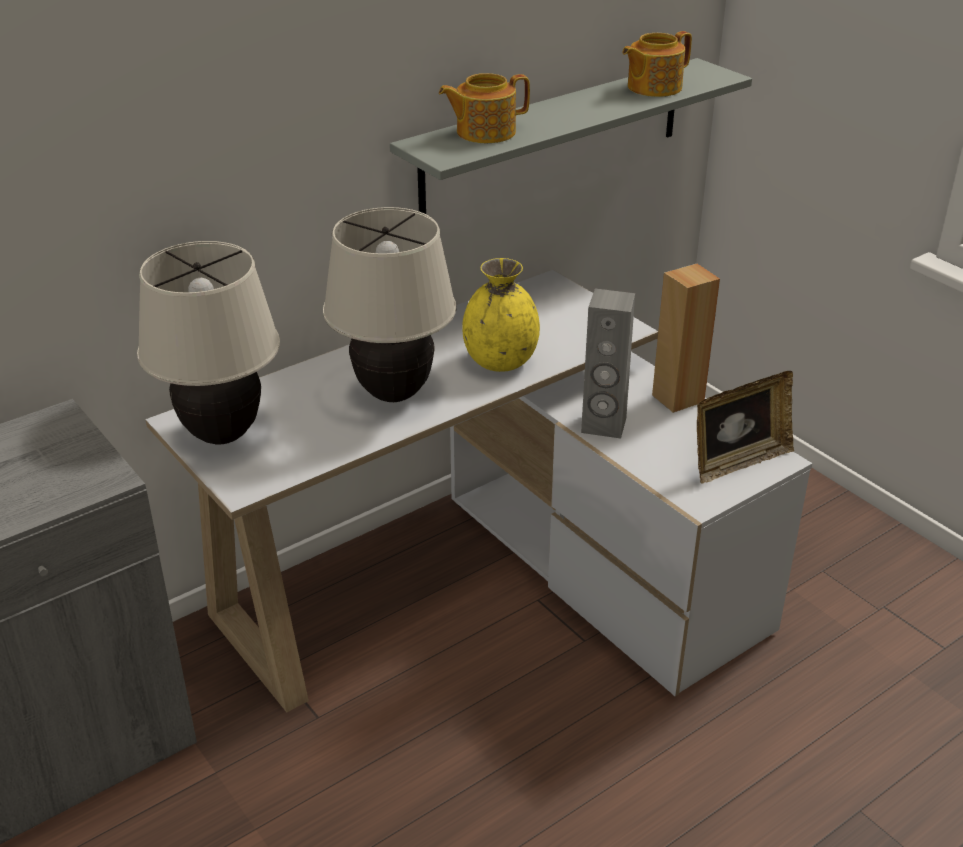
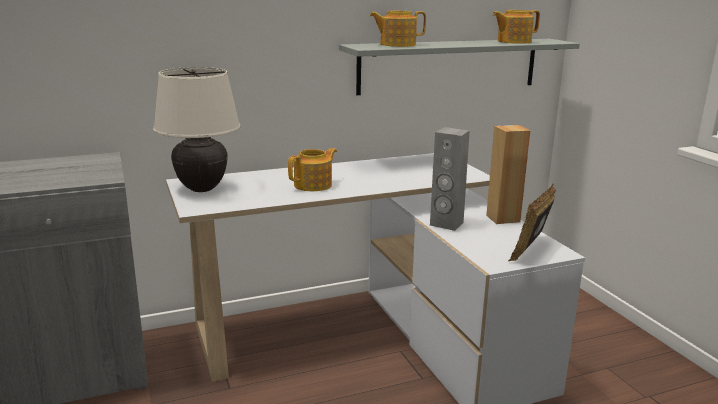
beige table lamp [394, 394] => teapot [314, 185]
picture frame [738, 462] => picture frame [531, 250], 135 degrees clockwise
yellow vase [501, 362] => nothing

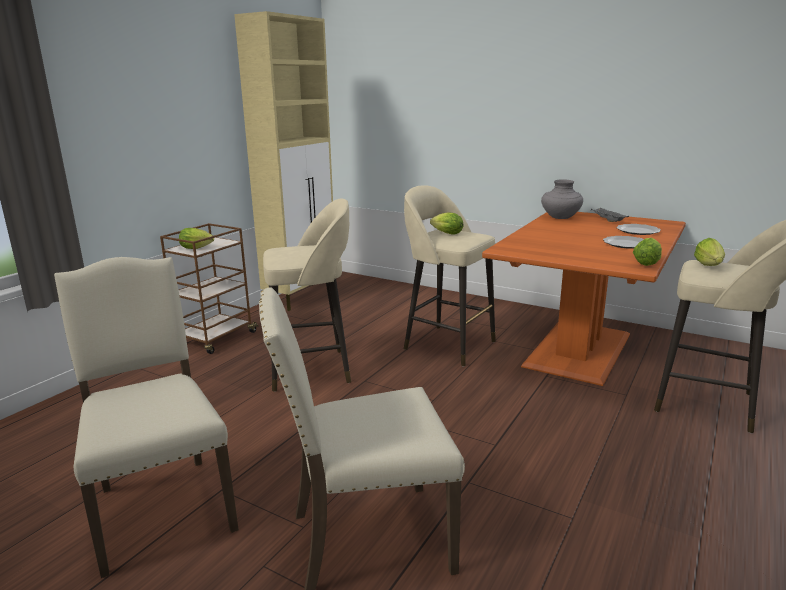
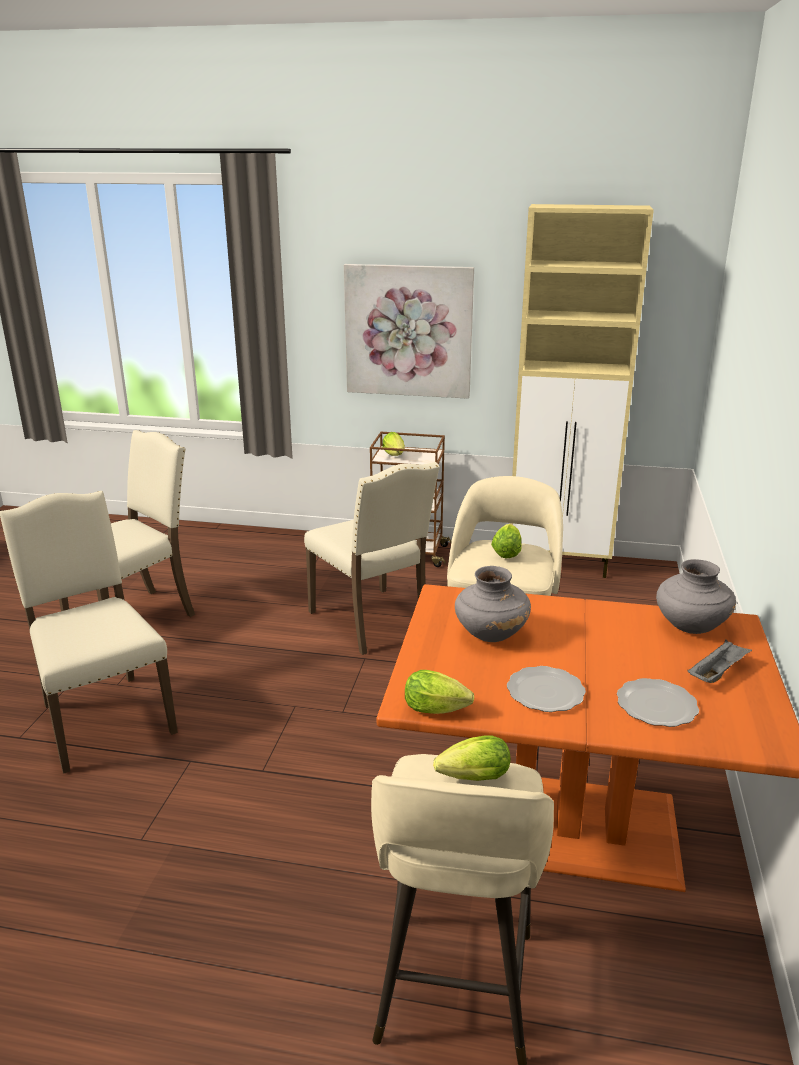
beige stool [312, 370] => beige chair [372, 622]
nothing => picture [408, 331]
nothing => grey vase [490, 634]

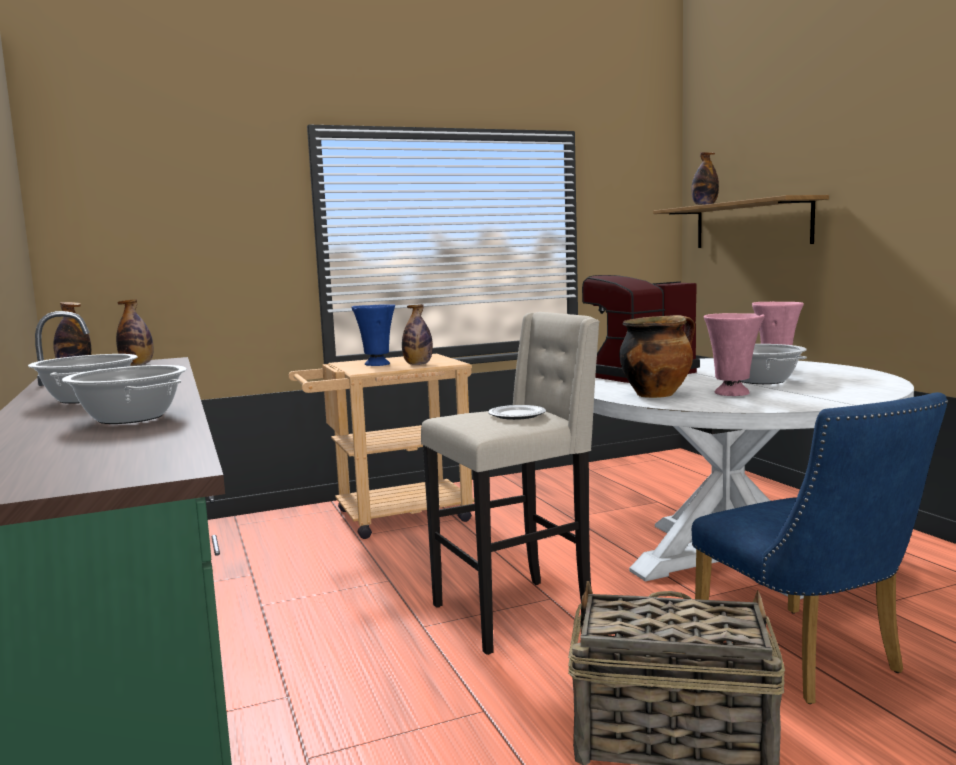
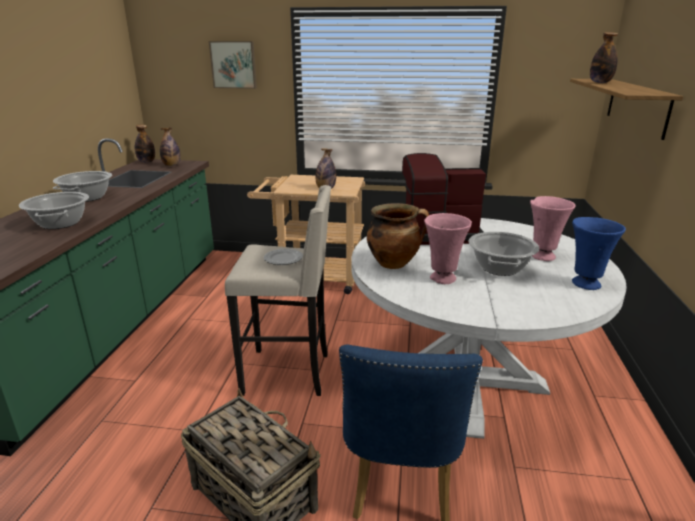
nothing => picture [234, 64]
blue vase [376, 364] => blue vase [585, 283], moved

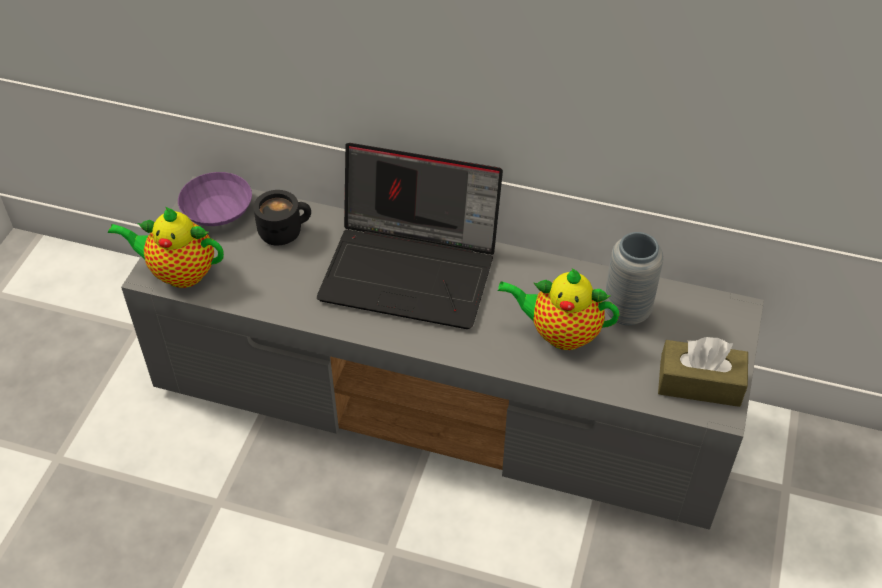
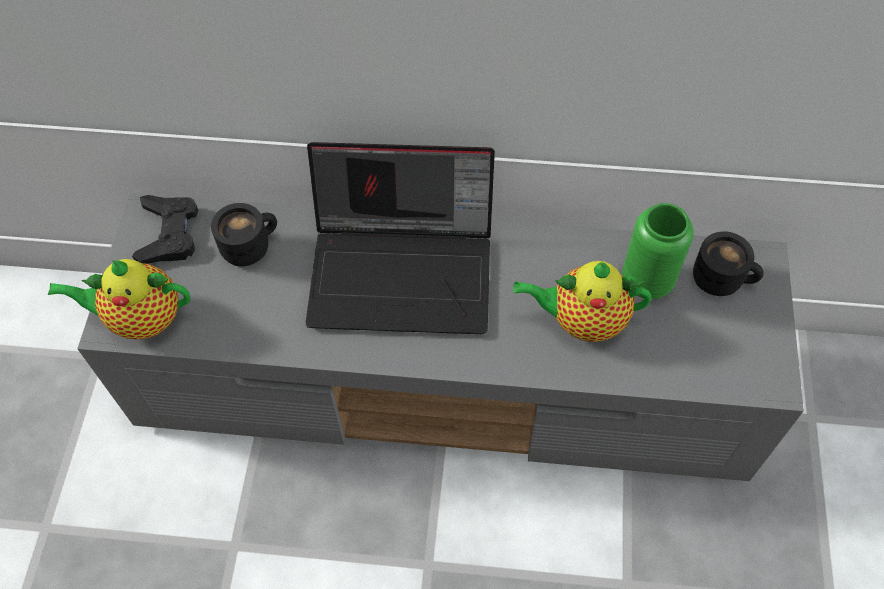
purple bowl [218, 211] => black game controller [169, 233]
grey vase [626, 311] => green vase [647, 281]
nothing => black mug [721, 278]
brown tissue box [699, 383] => nothing

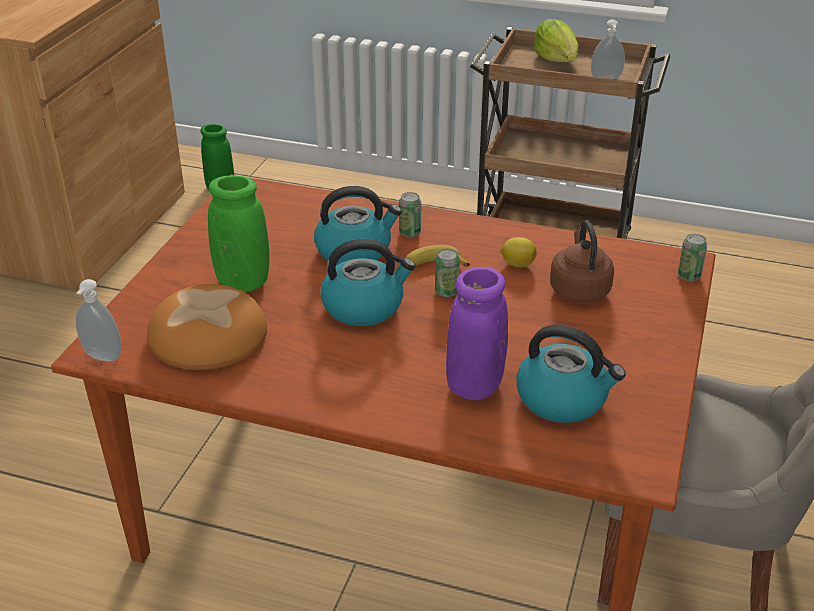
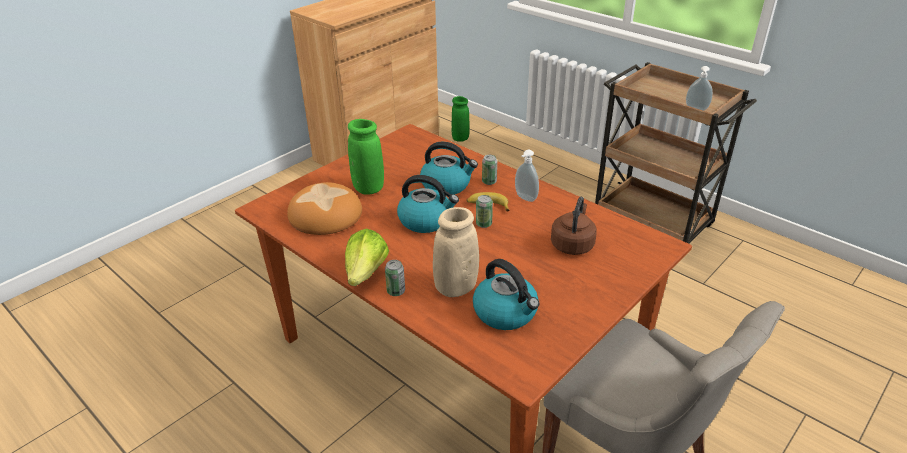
lettuce [557, 60] => lettuce [366, 272], moved
can [689, 276] => can [396, 291], moved
purple vase [474, 385] => beige vase [456, 287]
soap dispenser [101, 357] => soap dispenser [524, 198], moved
lemon [517, 264] => nothing

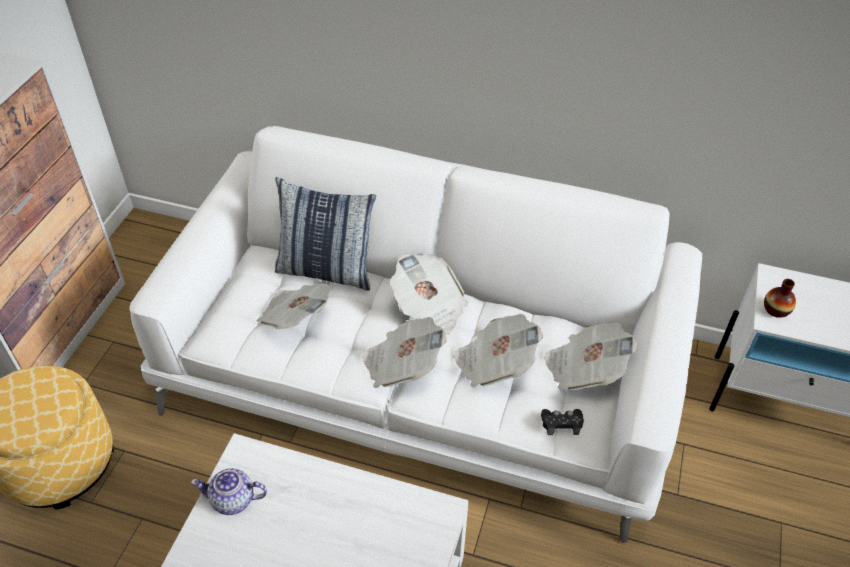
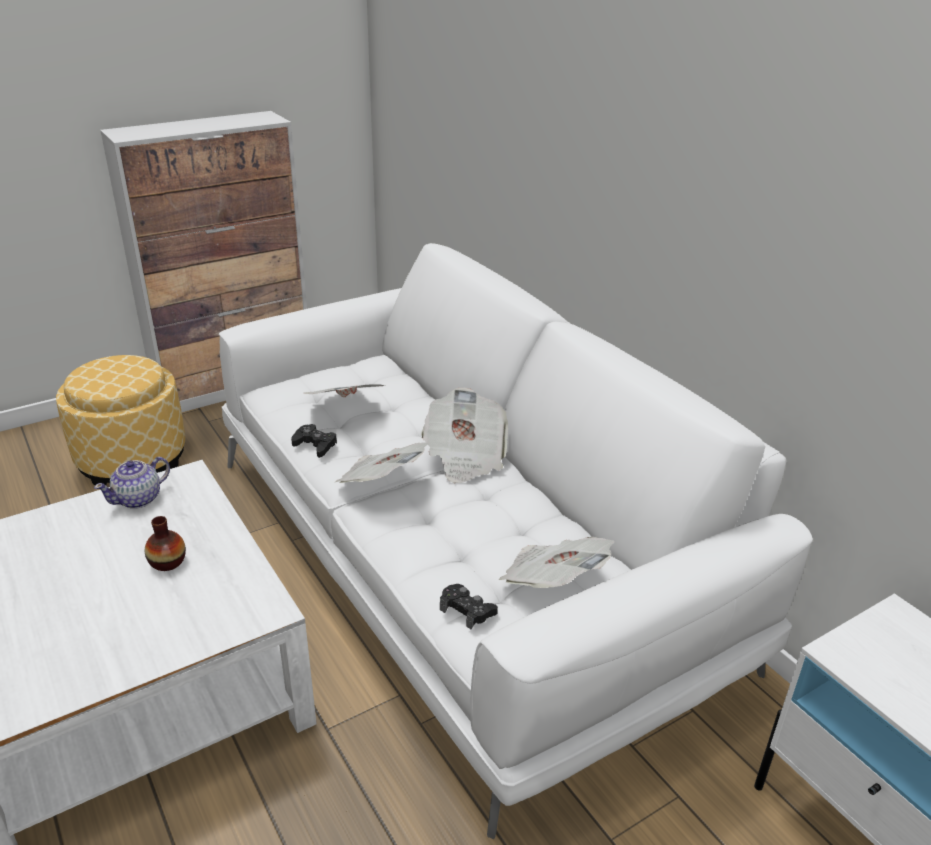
teapot [233, 500] => teapot [139, 499], 90 degrees counterclockwise
vase [776, 310] => vase [167, 562], moved
nothing => black game controller [315, 445]
pillow [326, 271] => nothing
newspaper [494, 363] => nothing

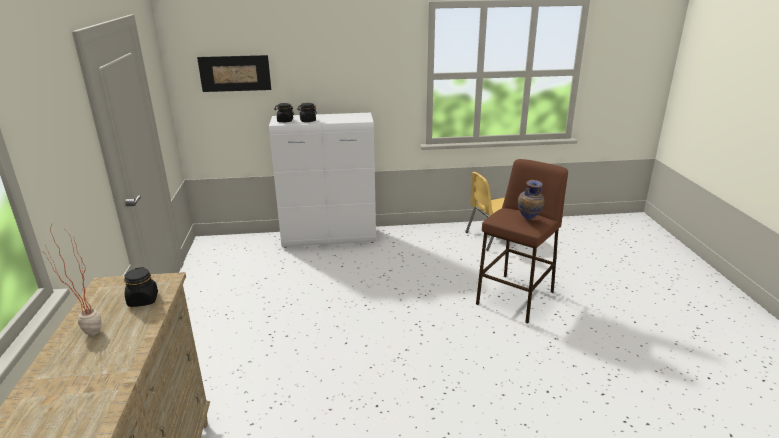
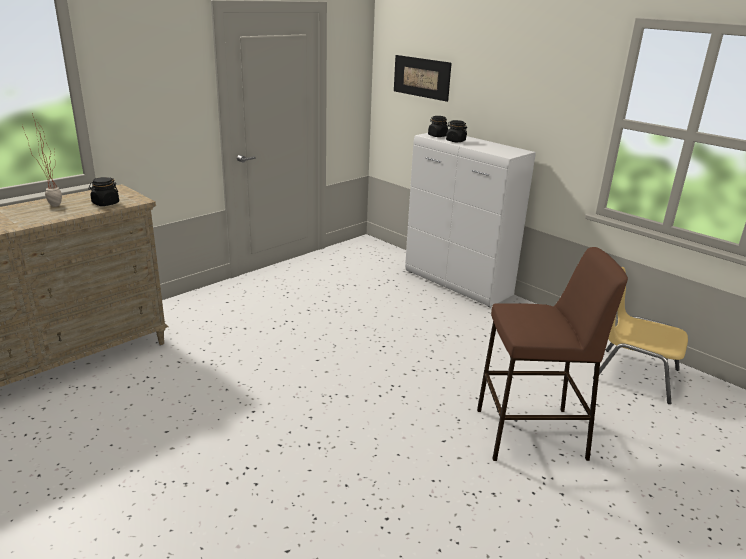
vase [528, 220] => nothing

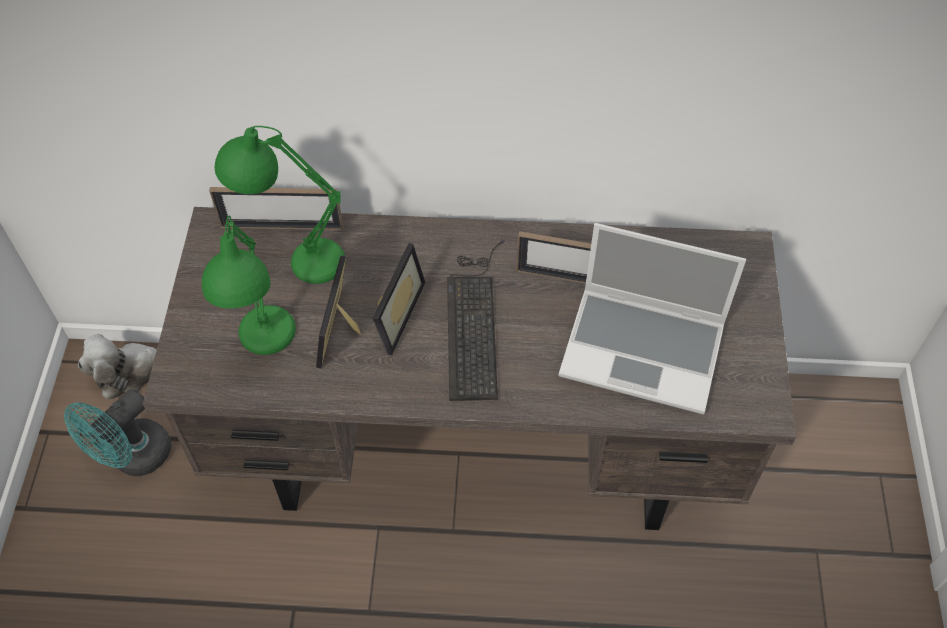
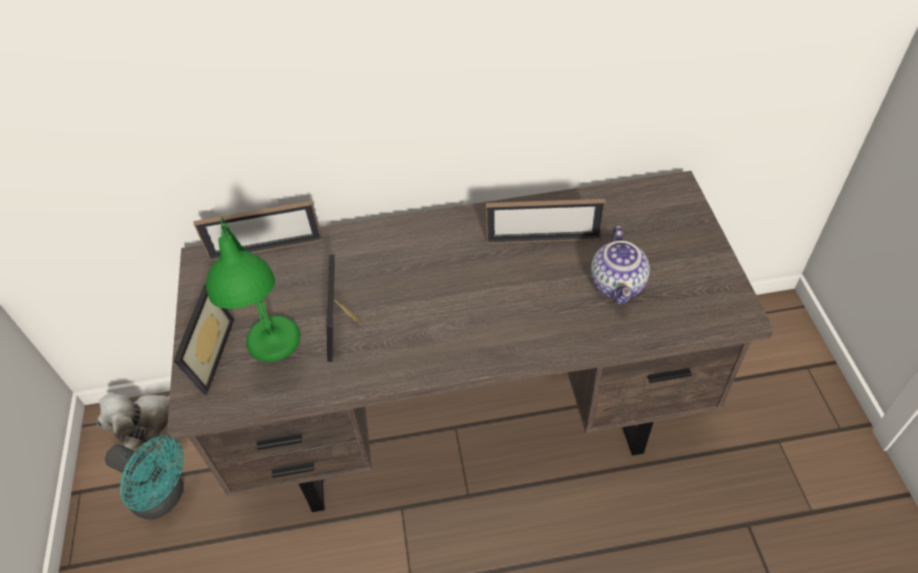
turquoise fan [134, 458] => turquoise fan [164, 497], 90 degrees counterclockwise
picture frame [392, 313] => picture frame [205, 355], moved
laptop [644, 350] => teapot [618, 285]
green table lamp [294, 261] => nothing
keyboard [473, 321] => nothing

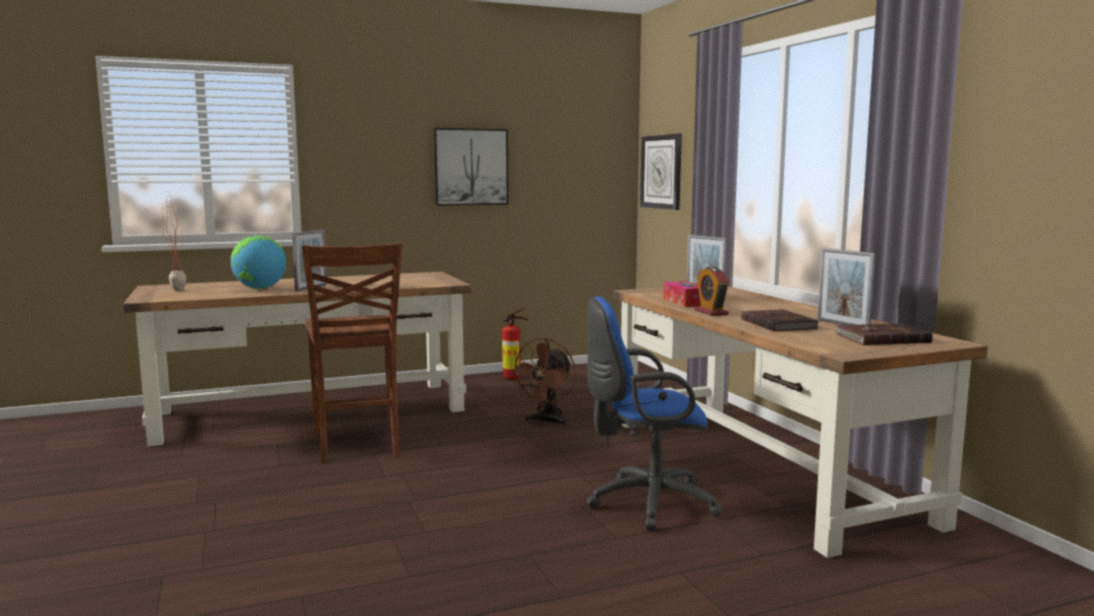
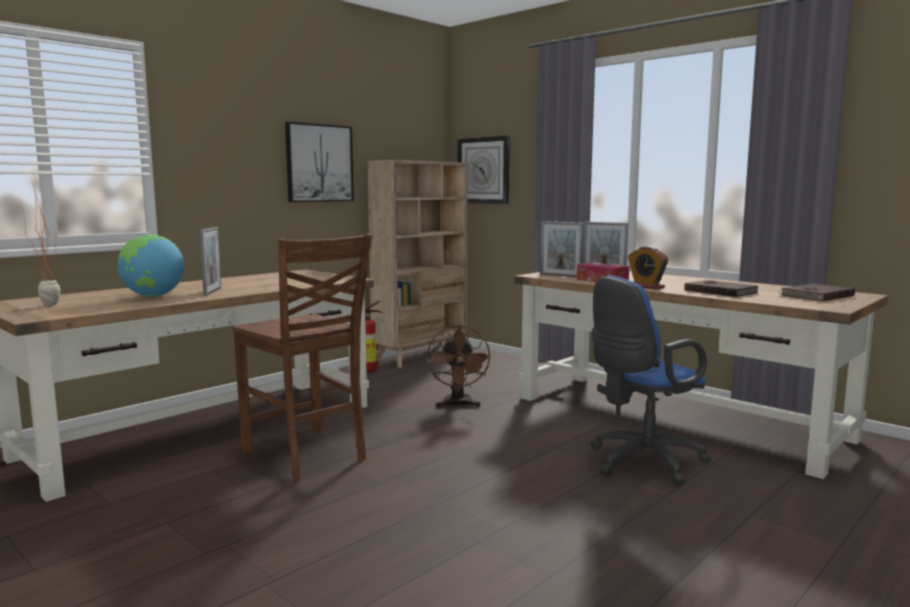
nothing => beige bookcase [421, 355]
picture frame [842, 324] => picture frame [560, 276], moved

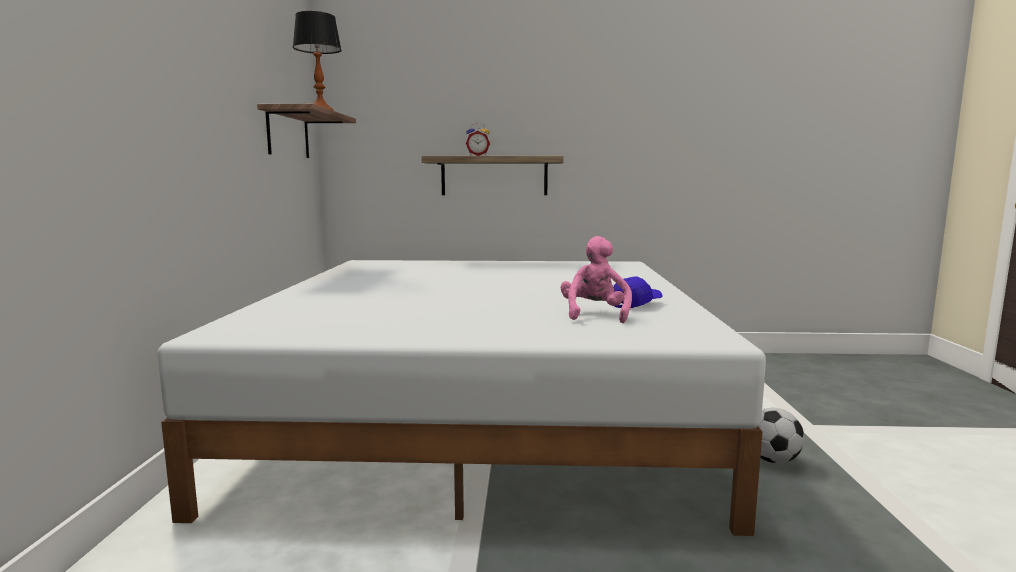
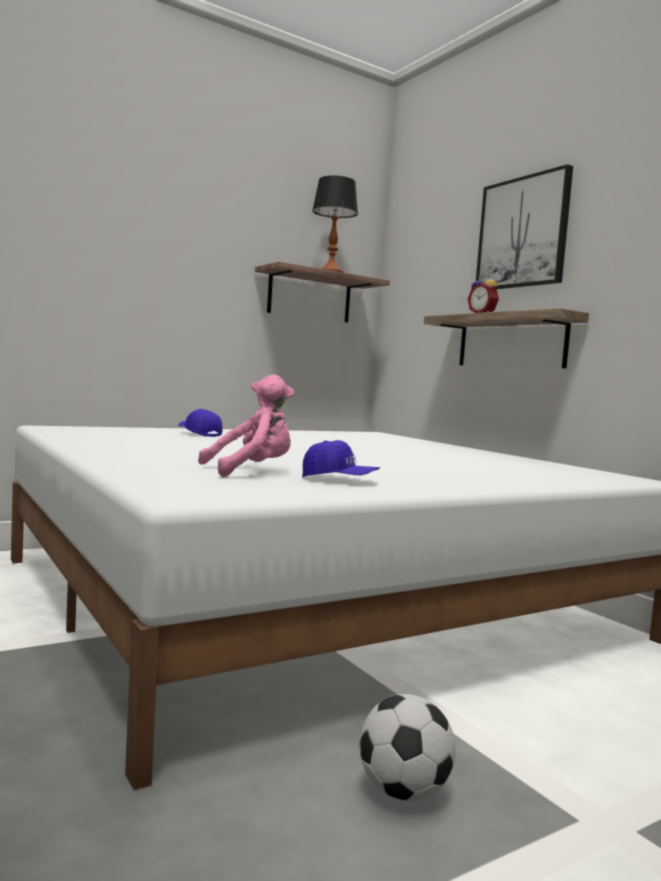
nothing => blue cap [199, 434]
nothing => picture [523, 233]

